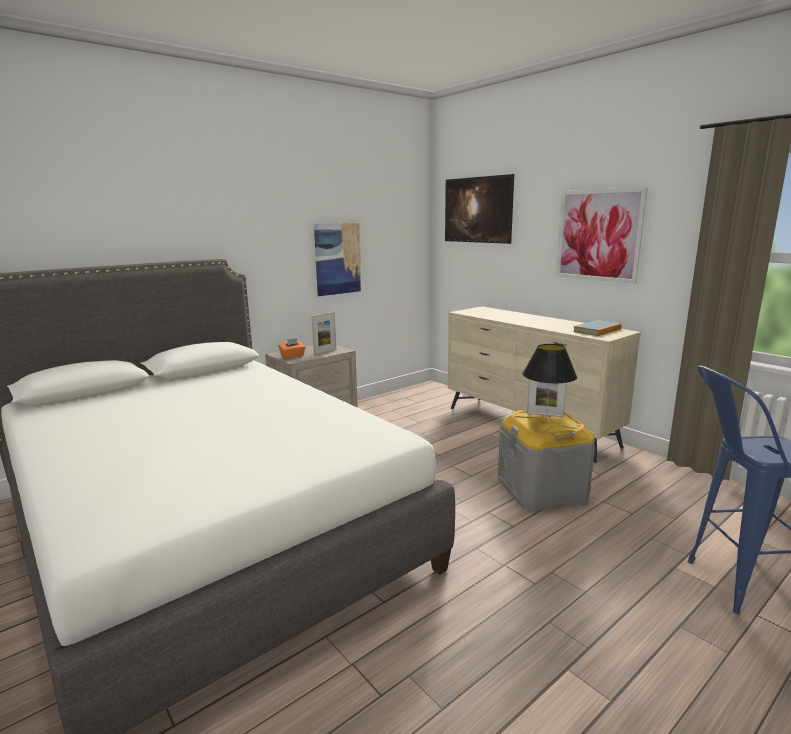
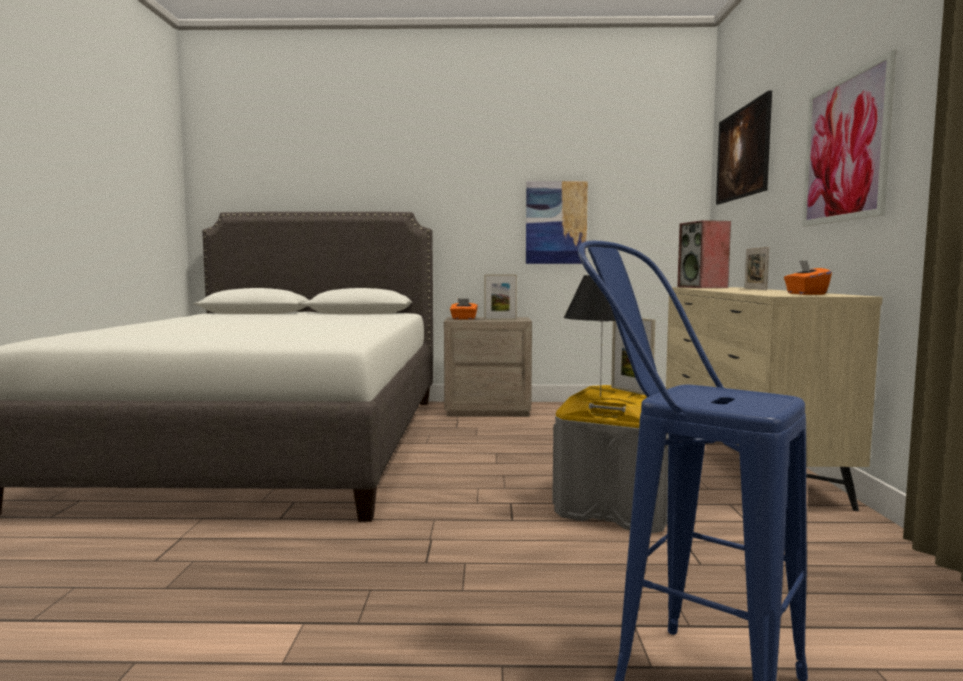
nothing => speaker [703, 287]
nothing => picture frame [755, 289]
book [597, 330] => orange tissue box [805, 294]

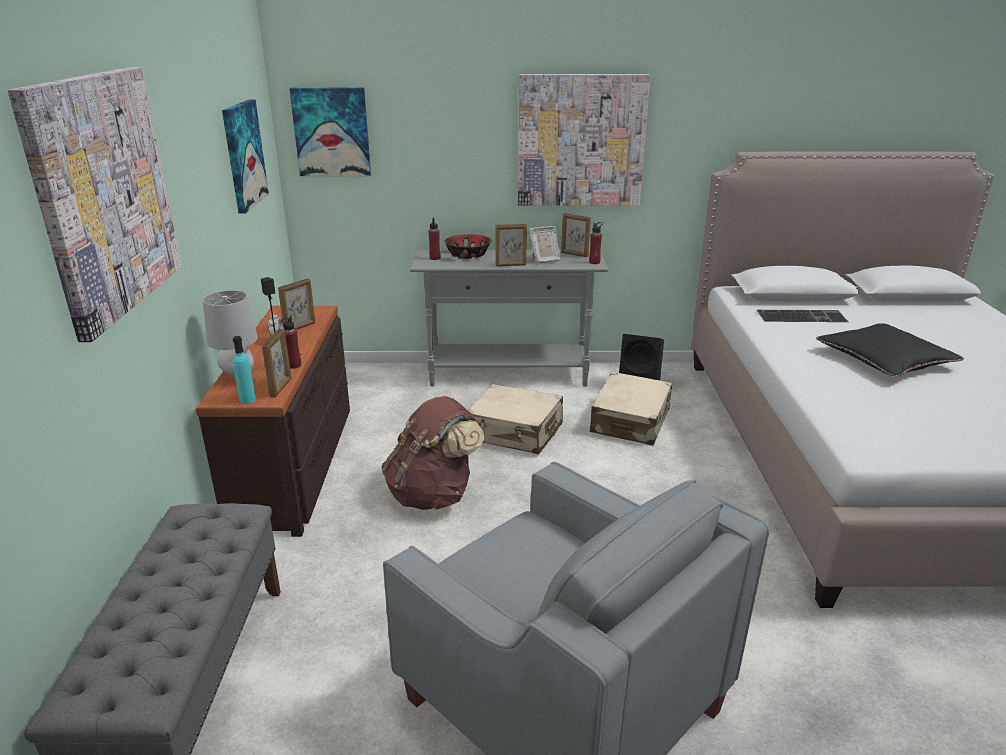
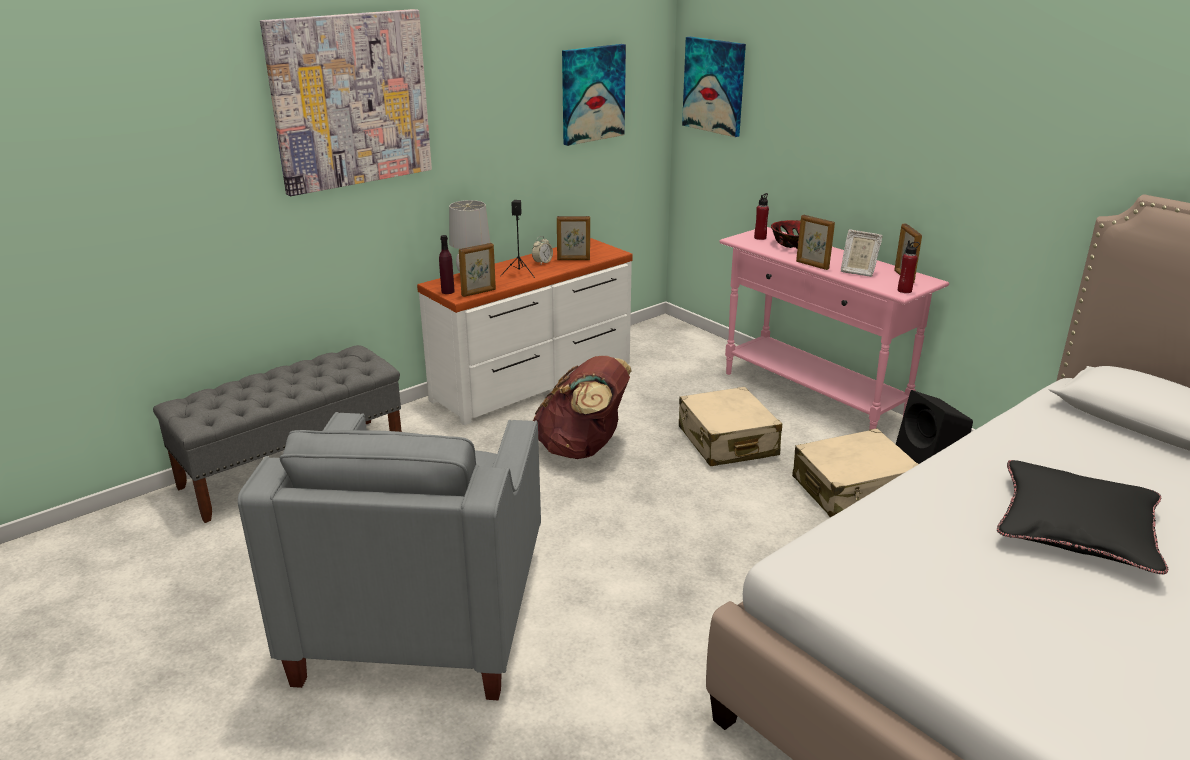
brown dresser [296, 466] => white dresser [534, 382]
turquoise bottle [247, 400] => purple bottle [448, 291]
grey console table [509, 375] => pink console table [812, 396]
red bottle [294, 365] => nothing
picture [581, 141] => nothing
keyboard [802, 316] => nothing

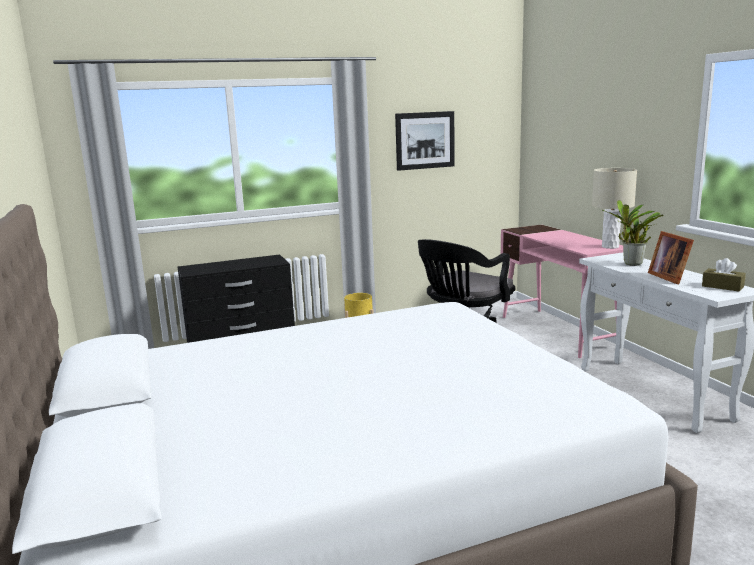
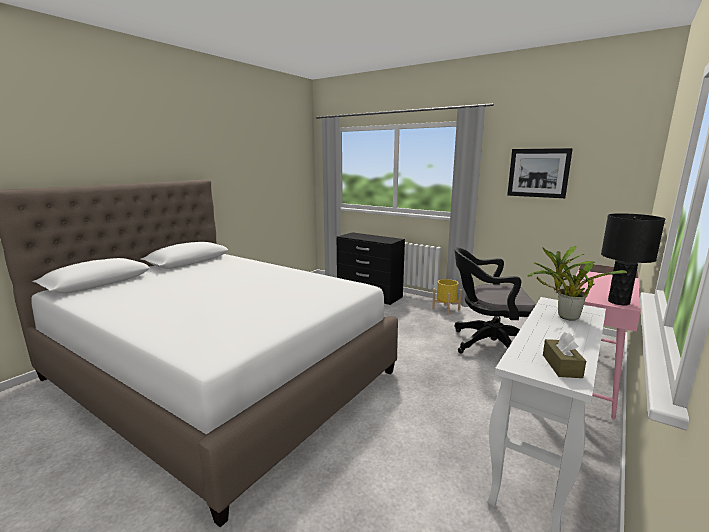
beige table lamp [610, 247] => black table lamp [618, 302]
picture frame [670, 277] => nothing

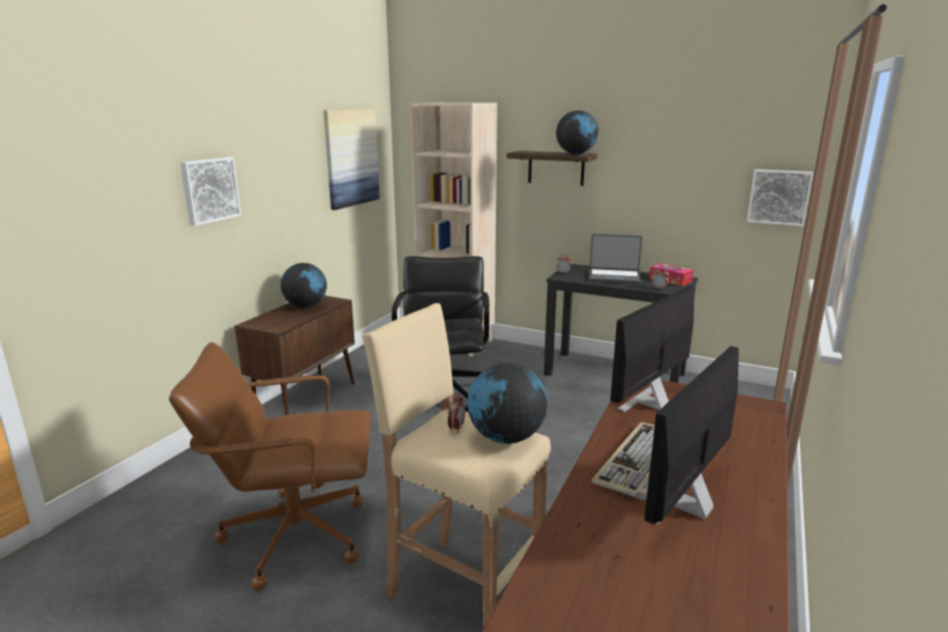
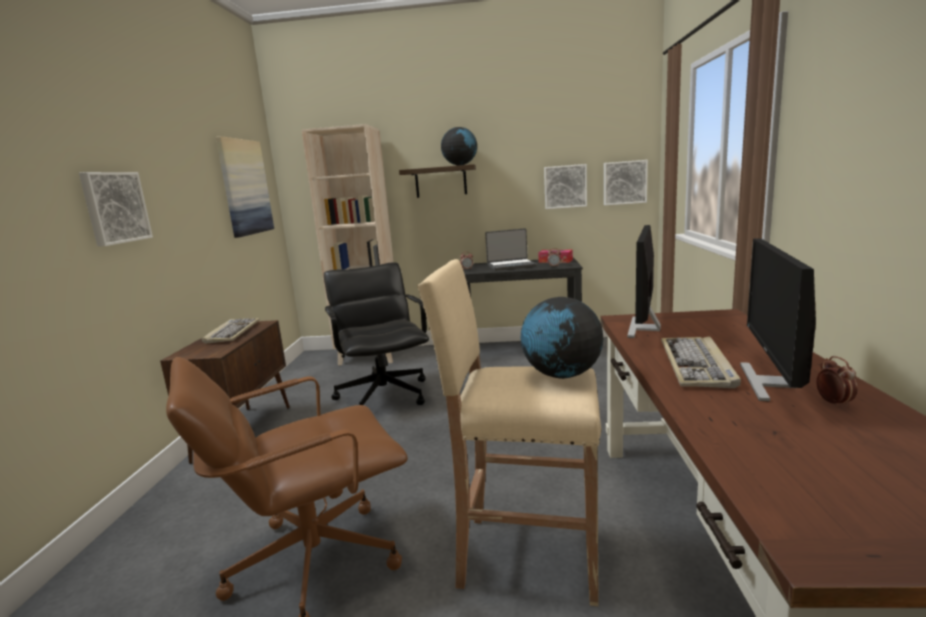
globe [306, 306] => keyboard [232, 332]
nothing => picture [565, 186]
alarm clock [456, 428] => alarm clock [833, 403], moved

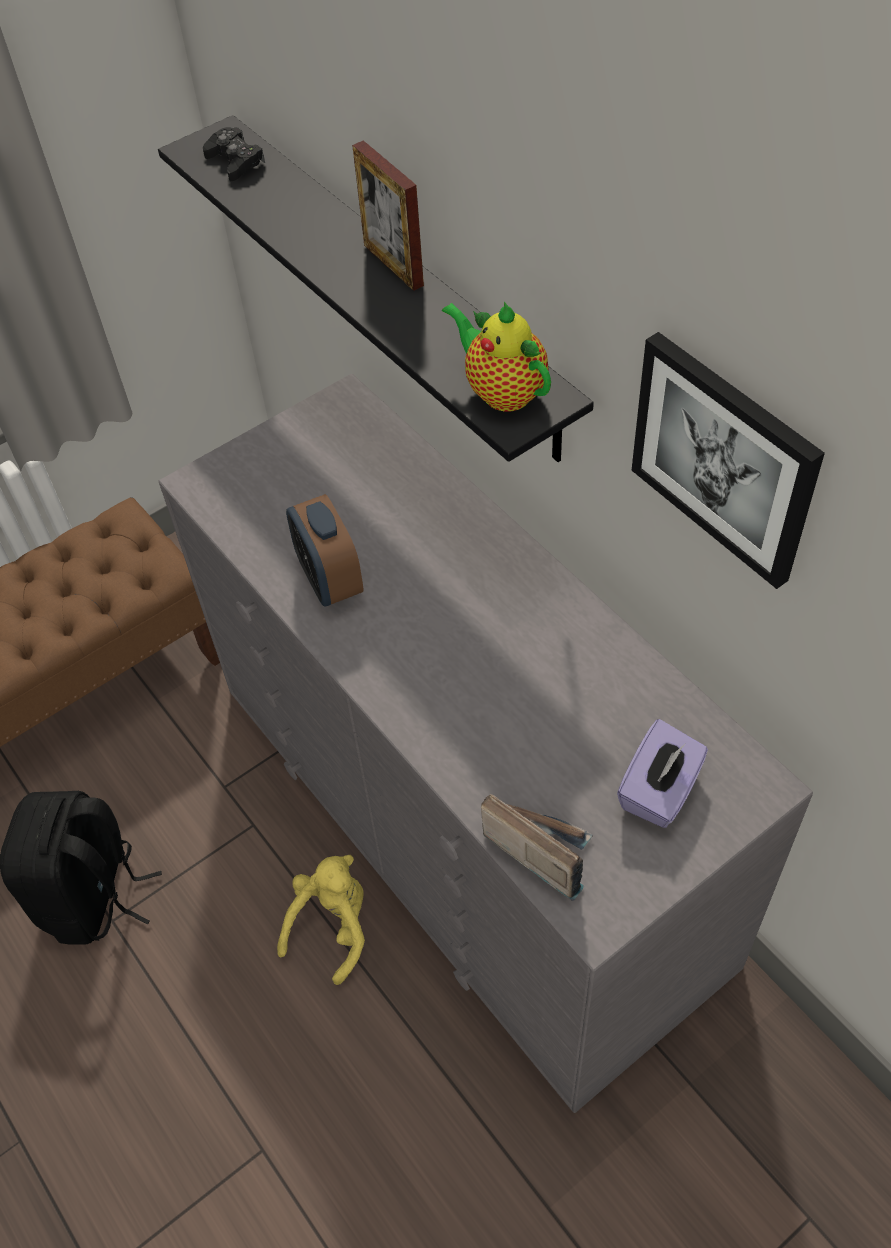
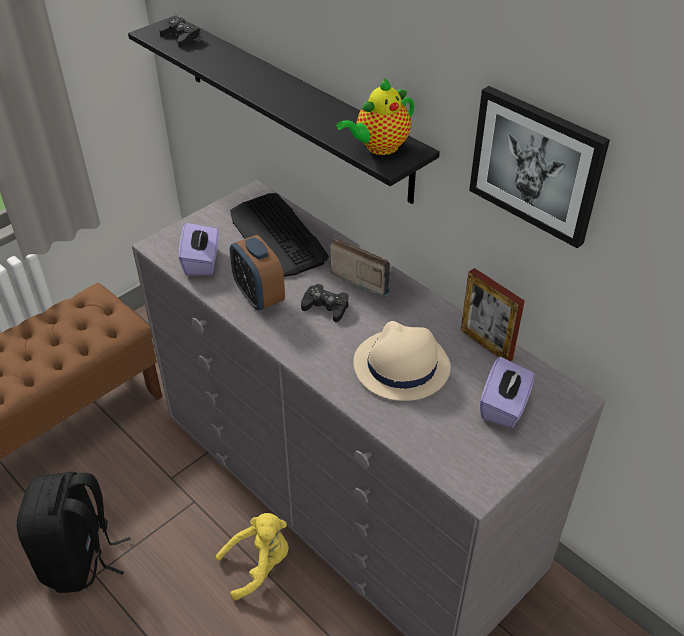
nothing => purple tissue box [202, 262]
yellow plush toy [332, 926] => yellow plush toy [259, 565], 45 degrees clockwise
nothing => keyboard [277, 236]
nothing => black game controller [326, 307]
radio [539, 848] => radio [363, 277], moved
teapot [502, 391] => teapot [379, 147], 75 degrees counterclockwise
nothing => beige hat [400, 366]
picture frame [393, 265] => picture frame [486, 344], moved

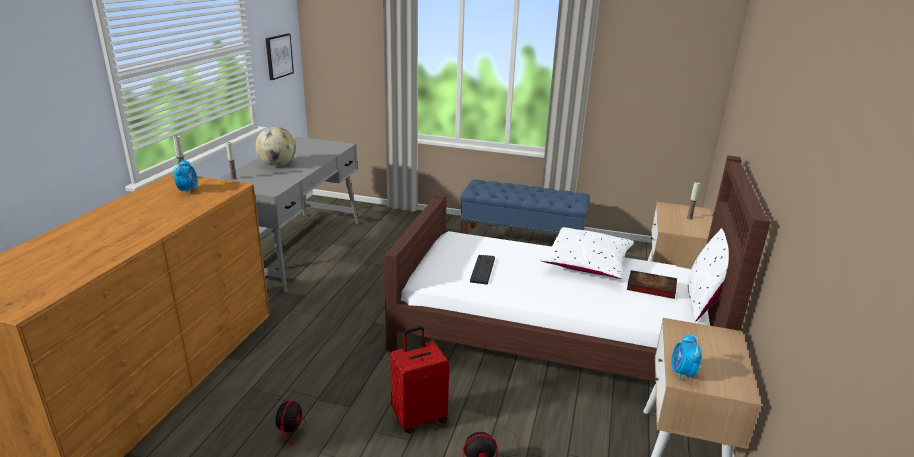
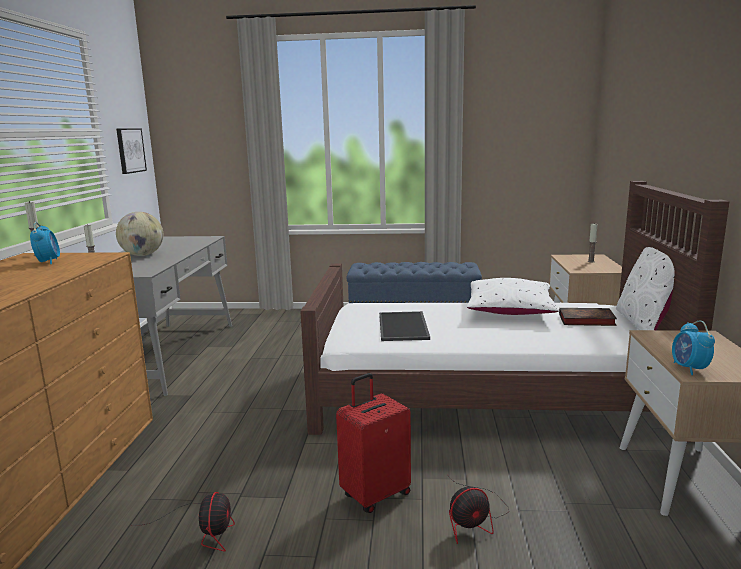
keyboard [482, 269] => tray [404, 326]

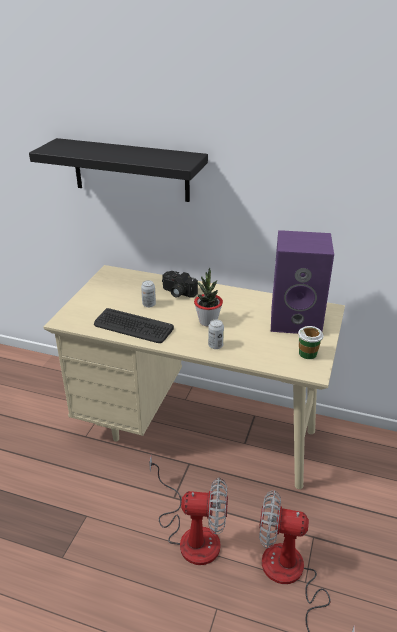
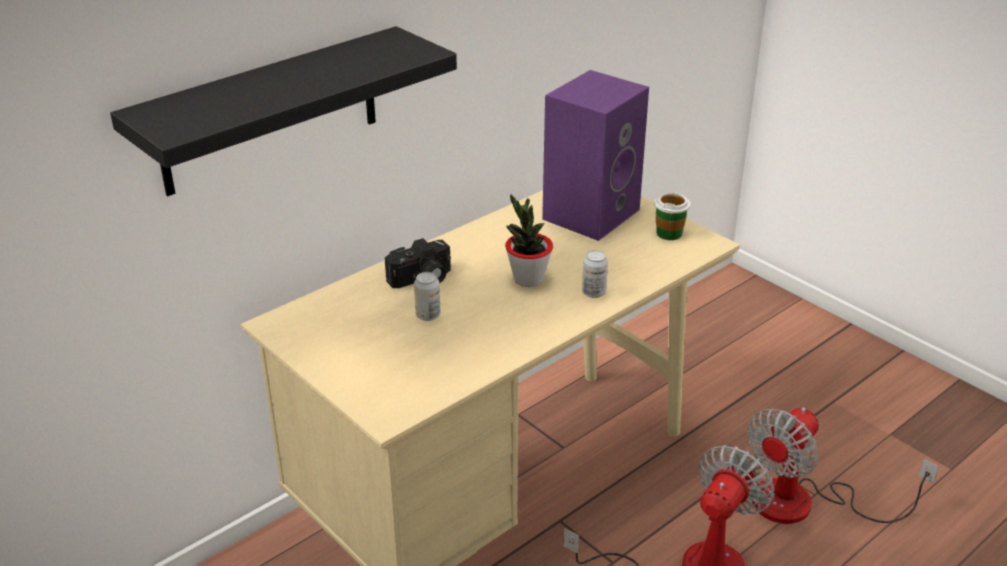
keyboard [133, 327] => nothing

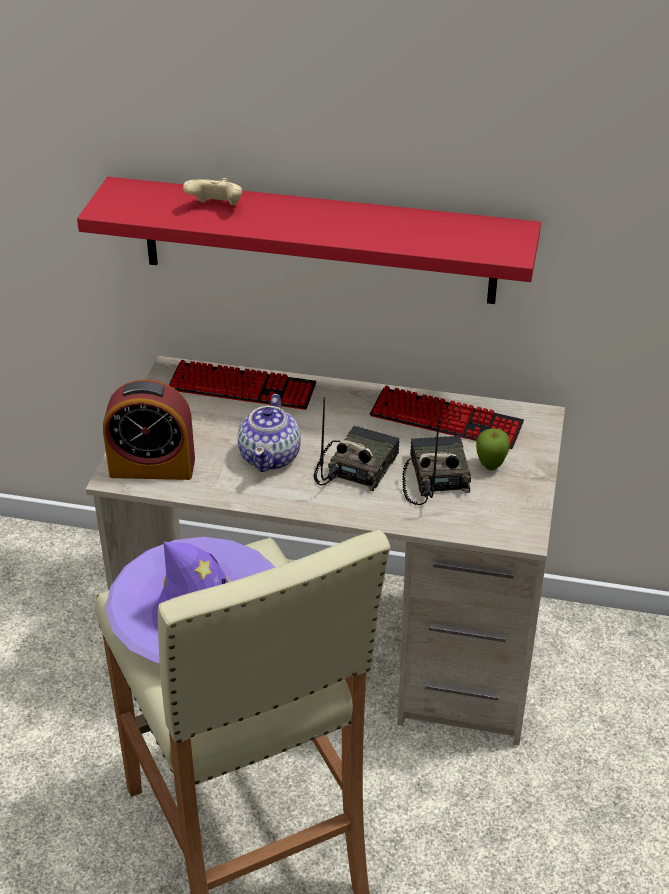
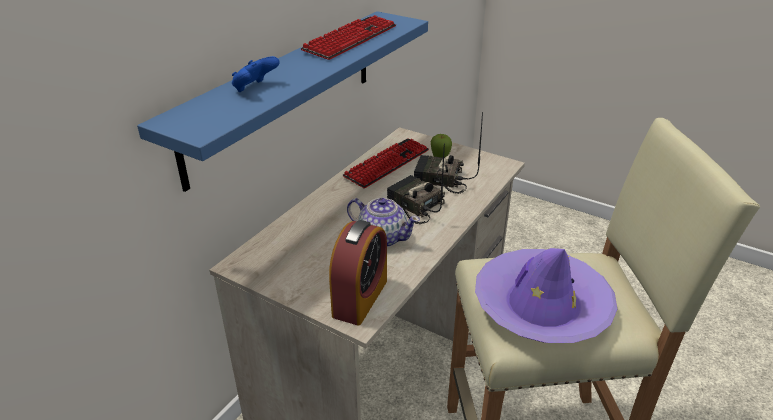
red shelf [318, 241] => blue shelf [284, 93]
beige game controller [216, 207] => blue game controller [255, 88]
keyboard [242, 388] => keyboard [351, 39], moved

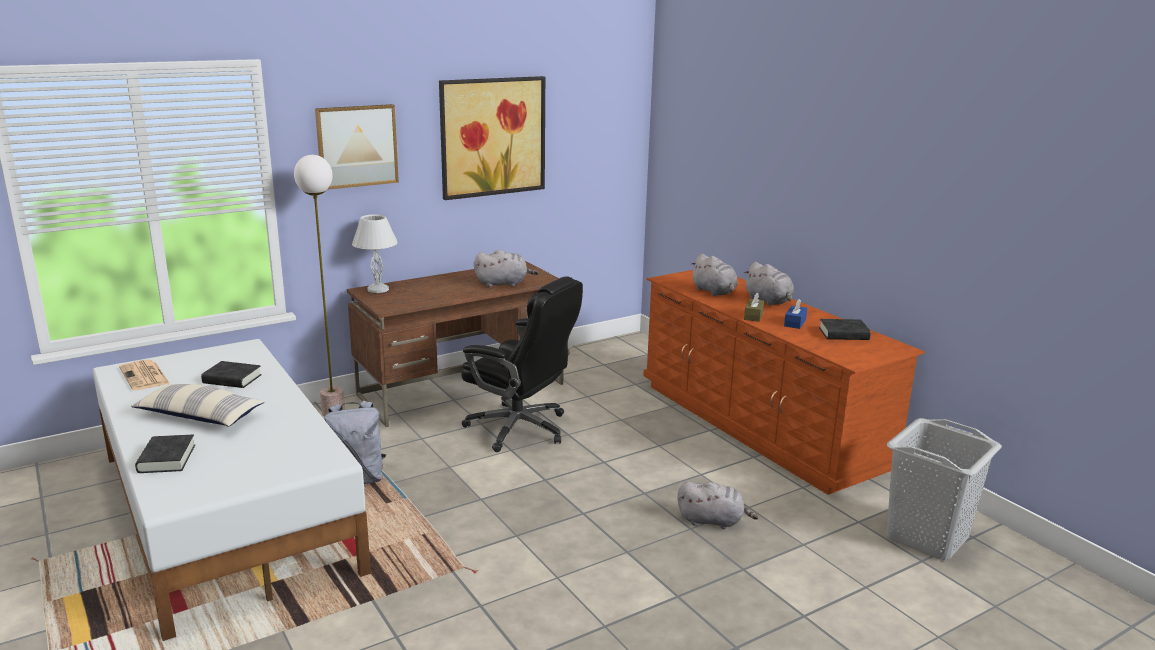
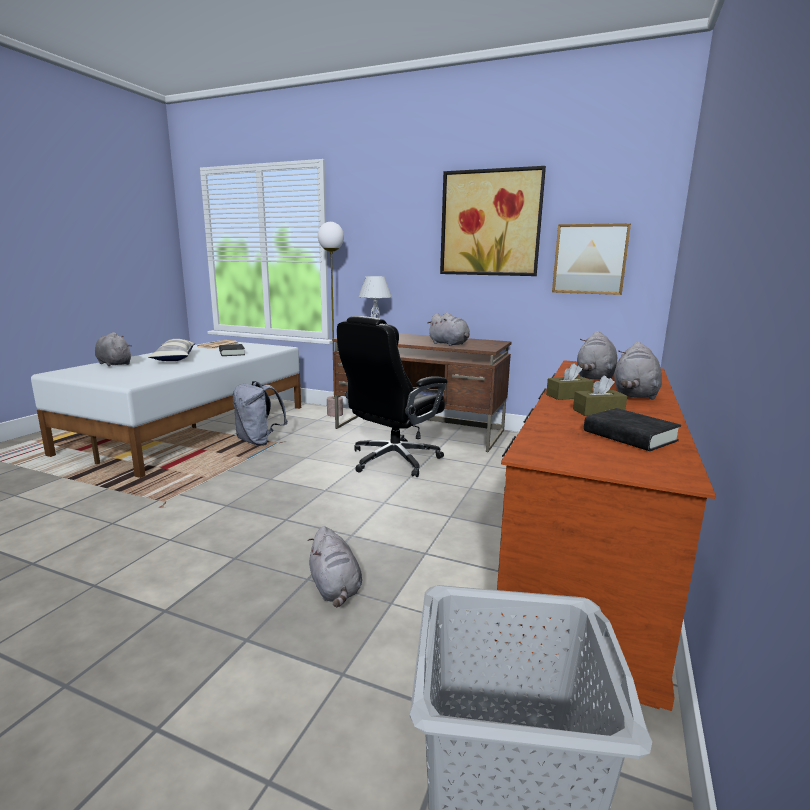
black book [166, 459] => grey plush toy [114, 364]
black office chair [520, 428] => black office chair [392, 460], 45 degrees clockwise
picture [357, 146] => picture [590, 259], moved
blue tissue box [795, 323] => brown tissue box [598, 412]

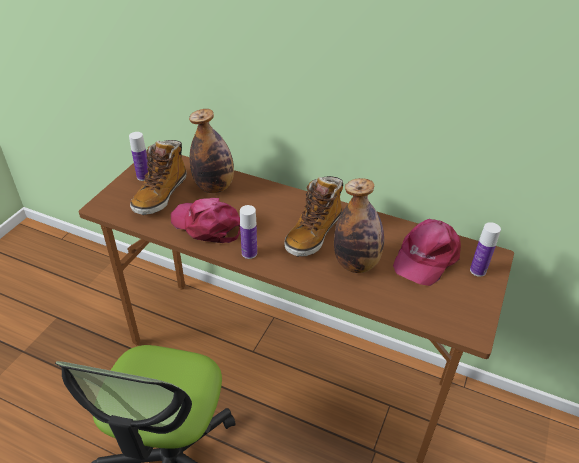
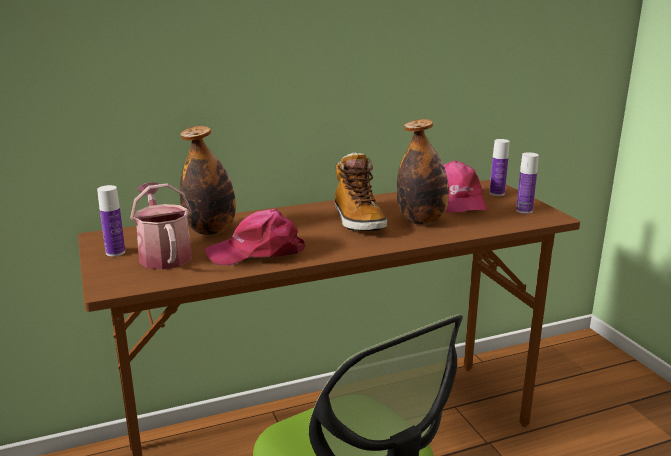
boot [161, 194] => watering can [164, 254]
bottle [249, 253] => bottle [524, 210], moved

